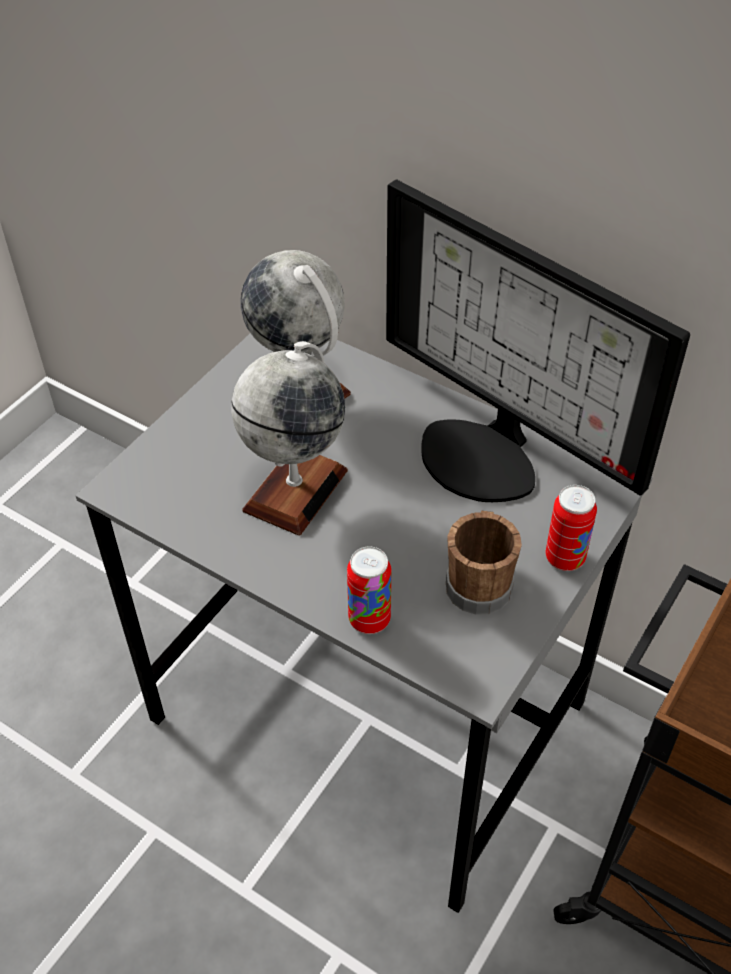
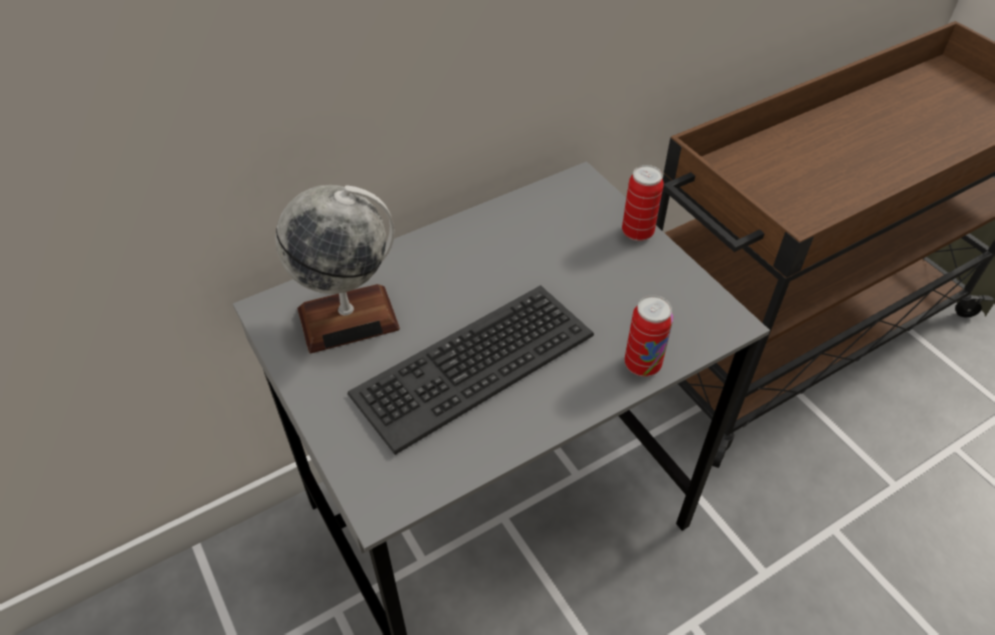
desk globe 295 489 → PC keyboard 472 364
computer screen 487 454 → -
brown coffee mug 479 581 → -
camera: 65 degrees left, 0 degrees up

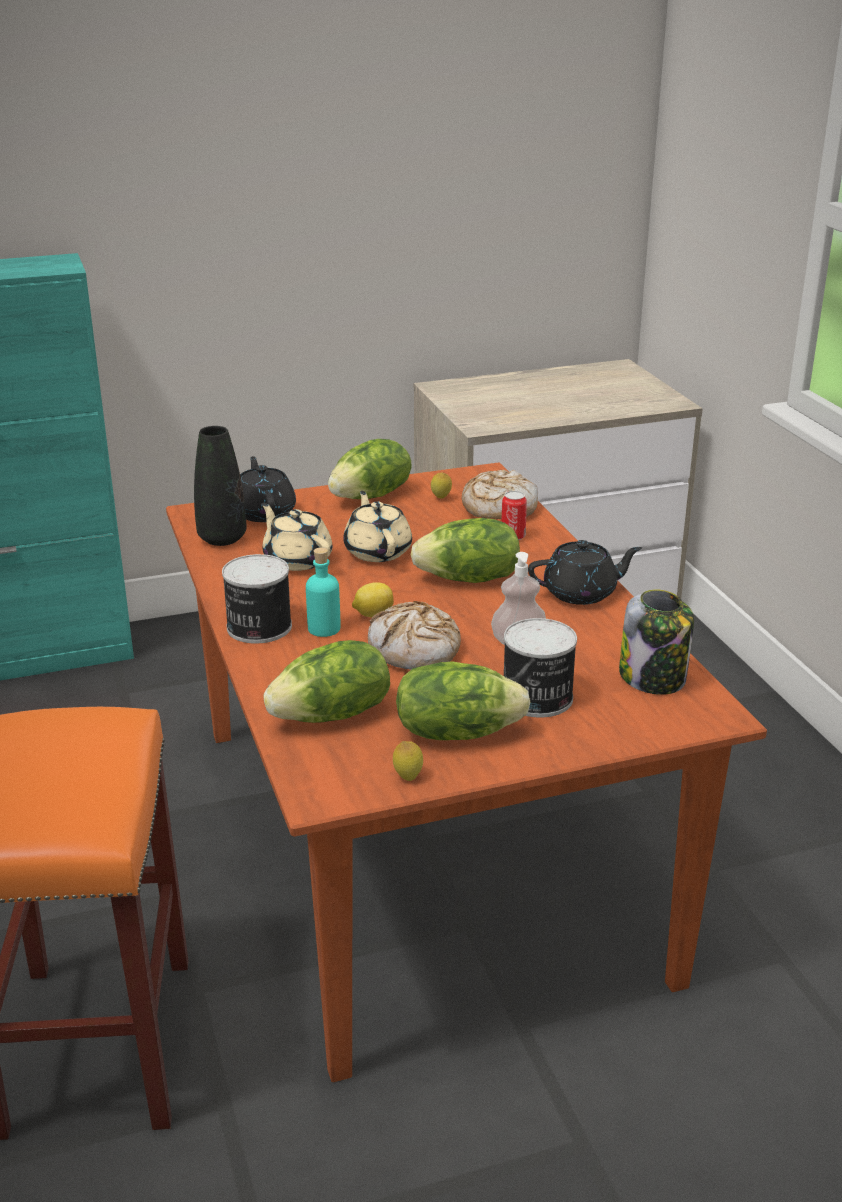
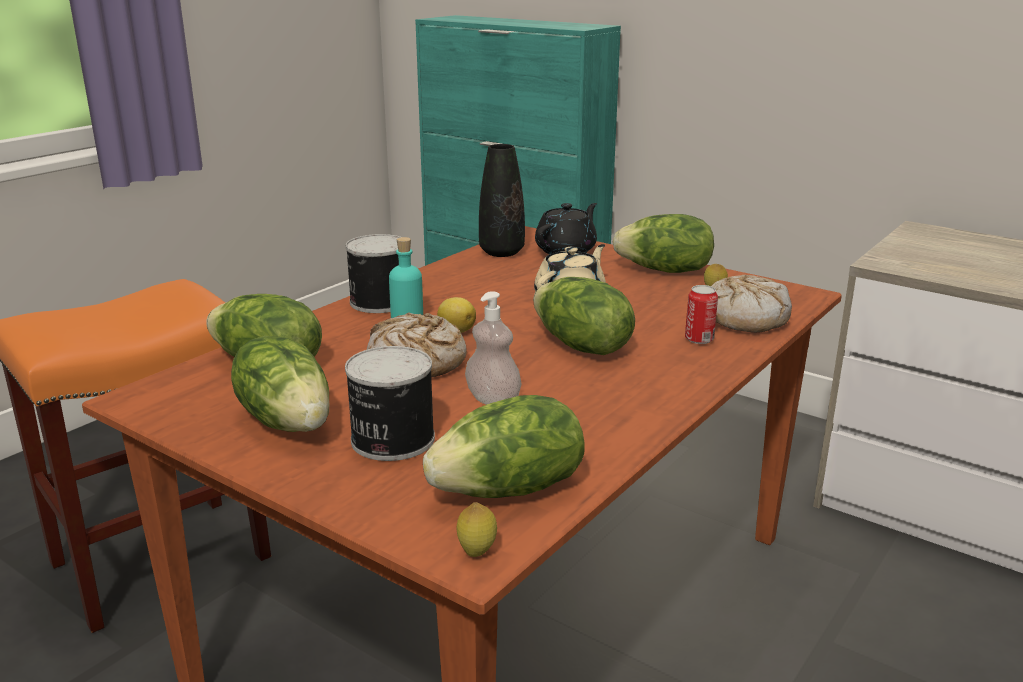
sand-coloured tea pot 297 559 → -
lemon 408 777 → lemon 477 552, move
blackish tea pot 581 593 → -
preserve jar 653 678 → lettuce head 510 490
camera: 55 degrees right, 5 degrees down

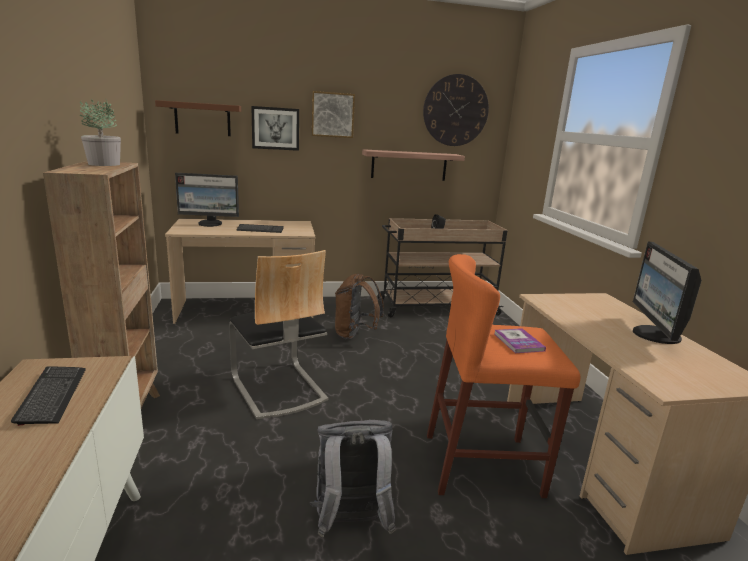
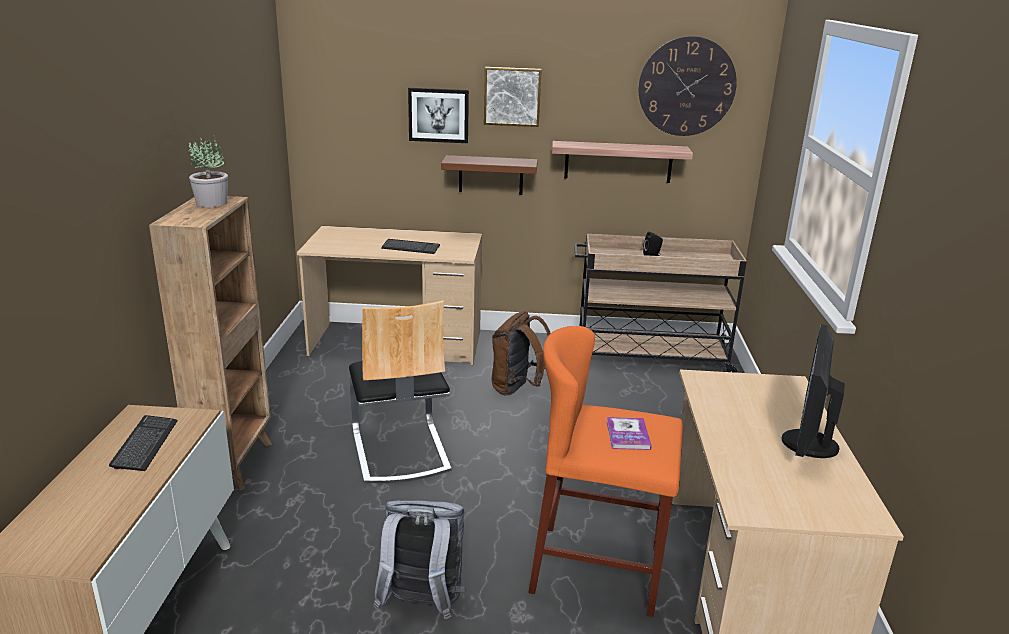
brown shelf 202 119 → brown shelf 491 175, move
computer screen 210 224 → -
camera: 15 degrees right, 5 degrees up

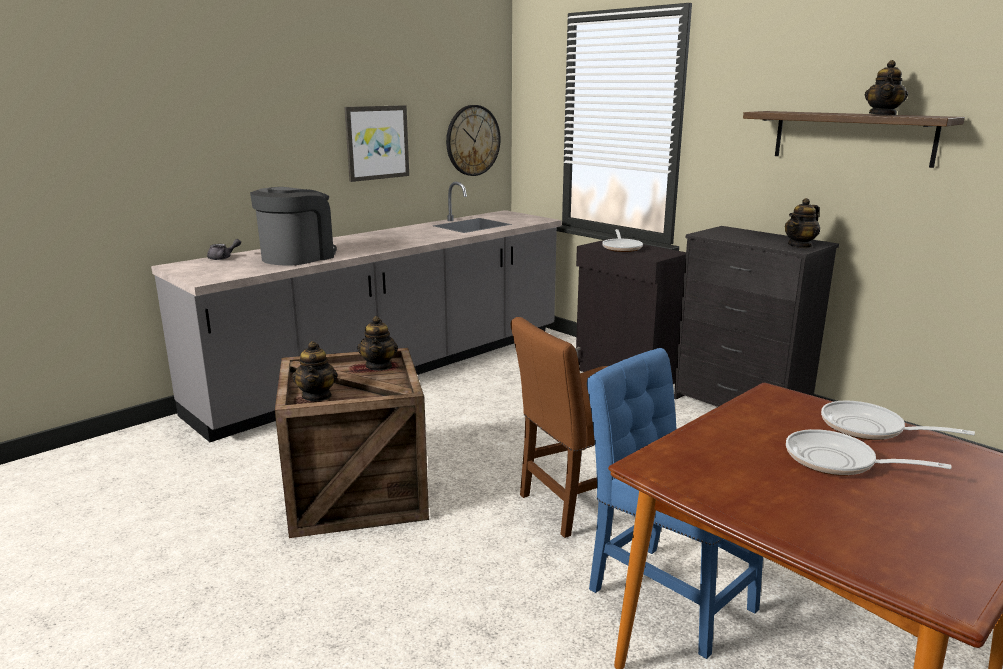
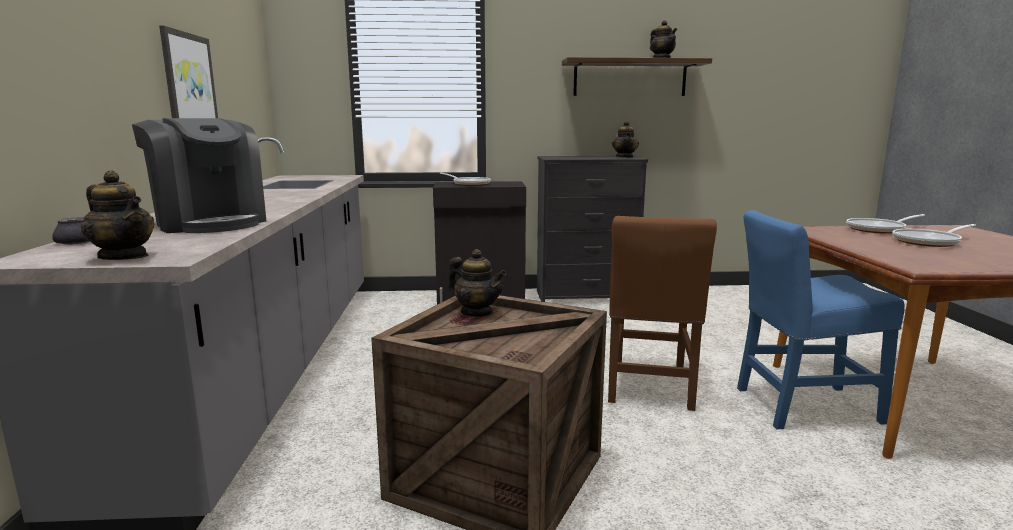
coffee brewer 298 257 → coffee brewer 209 223, 150 degrees clockwise
tea pot 317 396 → tea pot 124 257, move
clock on the wall 472 140 → -
camera: 50 degrees left, 5 degrees down

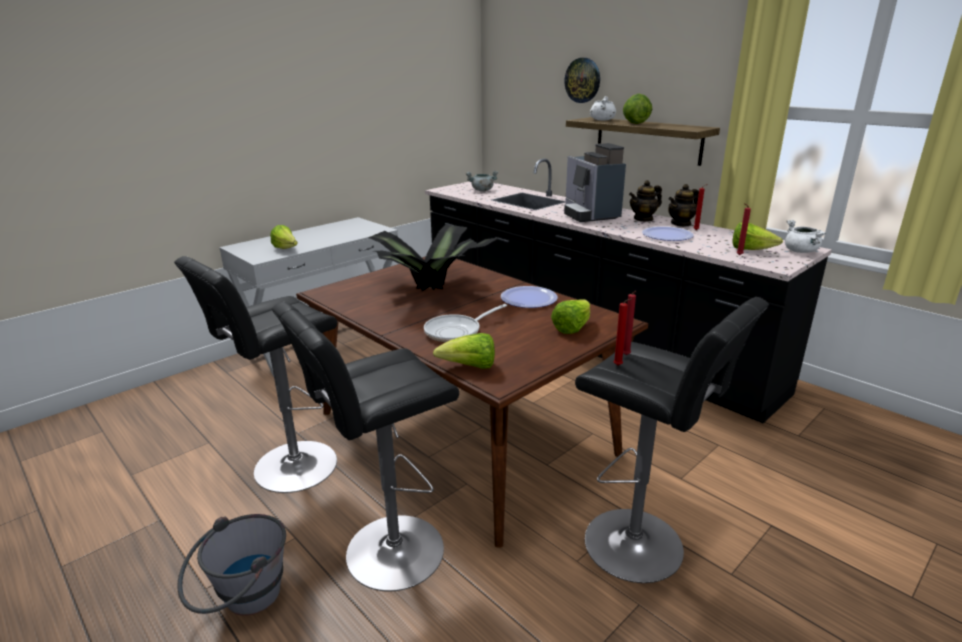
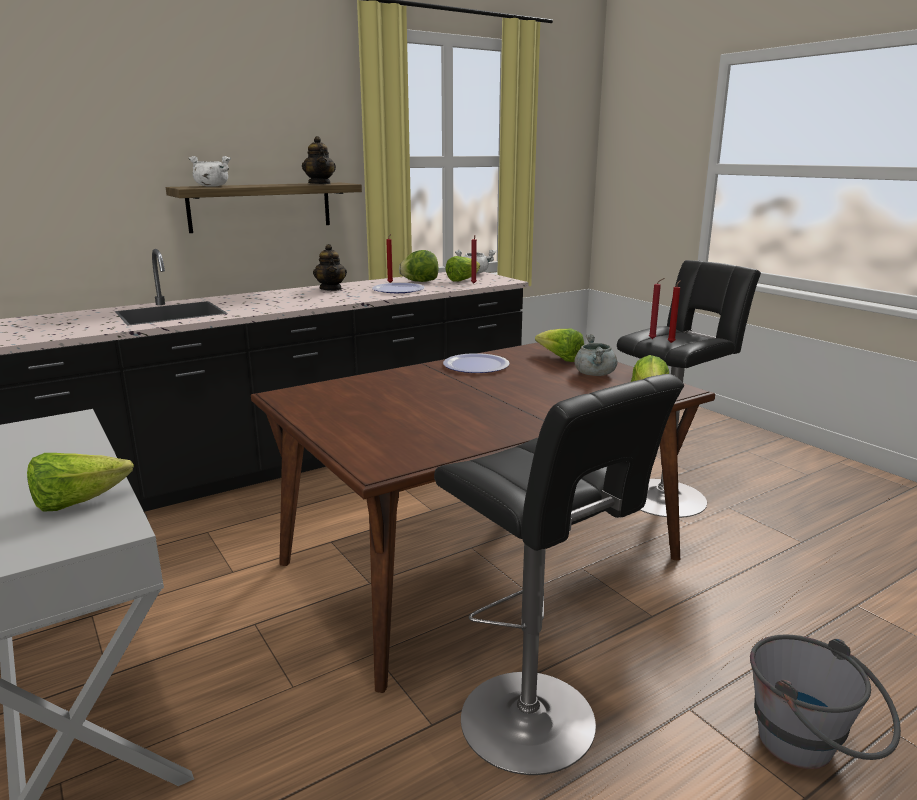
blackish sitting stool 388 554 → -
plant in a pot 432 289 → -
skillet 457 332 → -
gray stockpot 482 190 → gray stockpot 595 374, move
clock on the wall 582 80 → -
coffee brewer 589 215 → -
lettuce head 635 123 → lettuce head 420 281, move
tea pot 681 224 → tea pot 320 184, move
camera: 80 degrees left, 5 degrees down

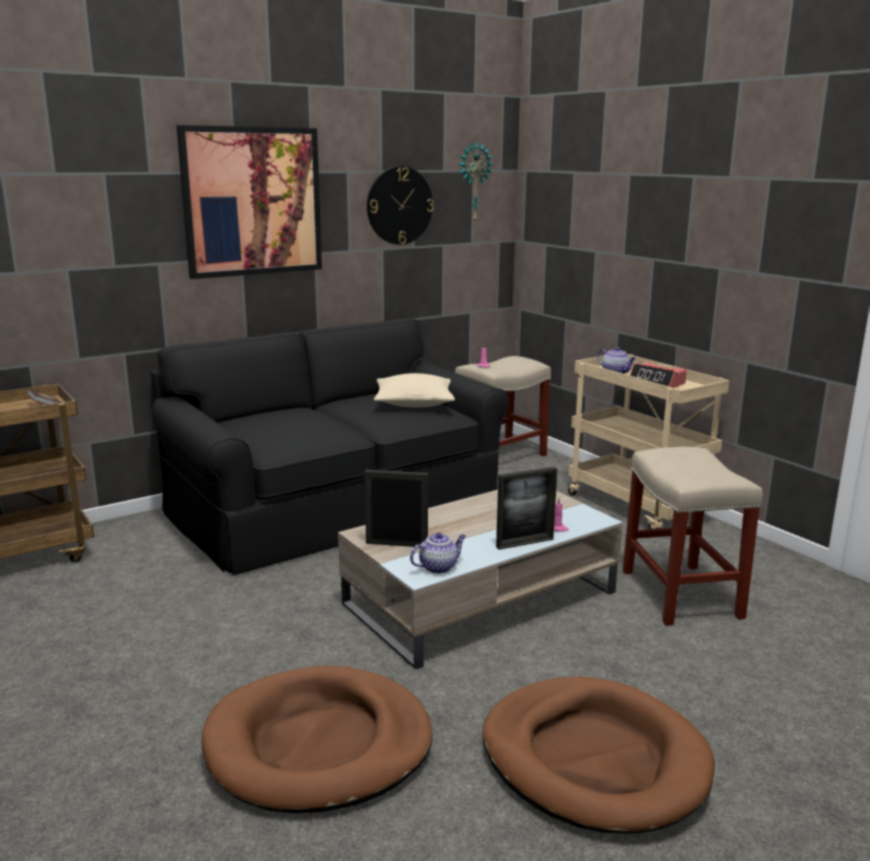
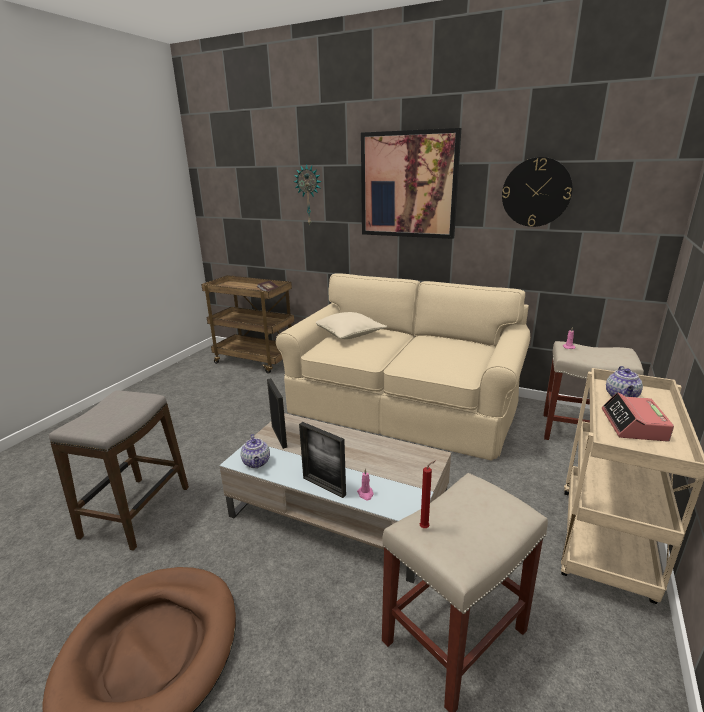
blackish settee 336 505 → sand-coloured settee 403 405
brown dog cushion 318 745 → sitting stool 137 512
sand-coloured pillow 414 403 → sand-coloured pillow 349 334, move
tea pot 438 567 → tea pot 257 463, 45 degrees clockwise
clock on the wall 473 182 → clock on the wall 309 195, move
- → red-coloured candle 425 527
camera: 60 degrees right, 5 degrees up

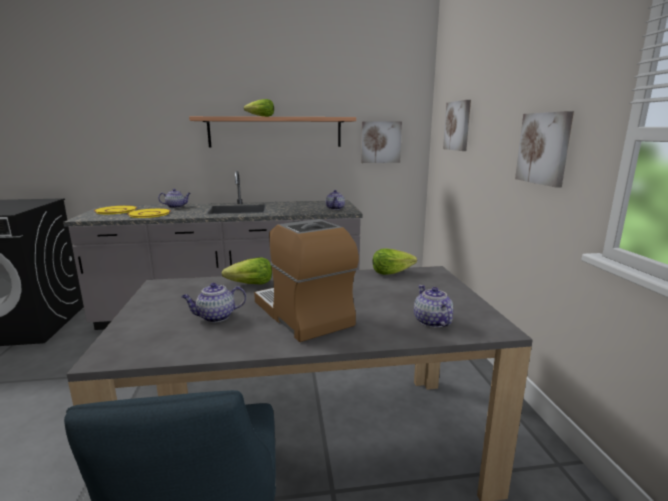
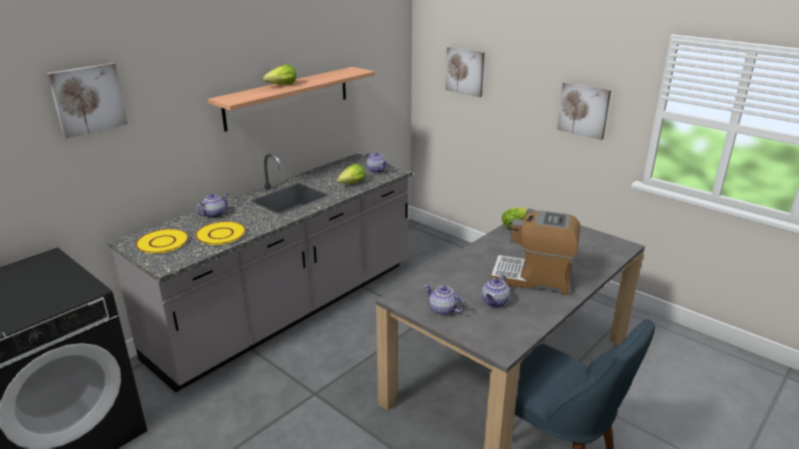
lettuce head 250 284 → lettuce head 352 183, move
wall picture 380 142 → wall picture 88 99, move
tea pot 432 322 → tea pot 443 310, move
camera: 40 degrees left, 10 degrees up

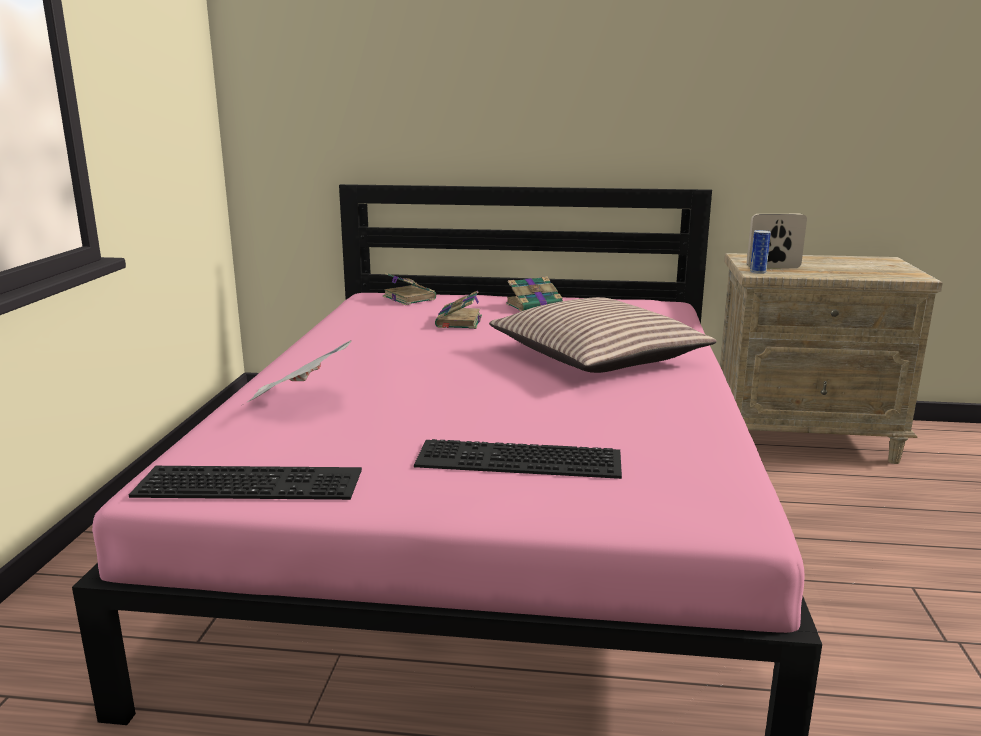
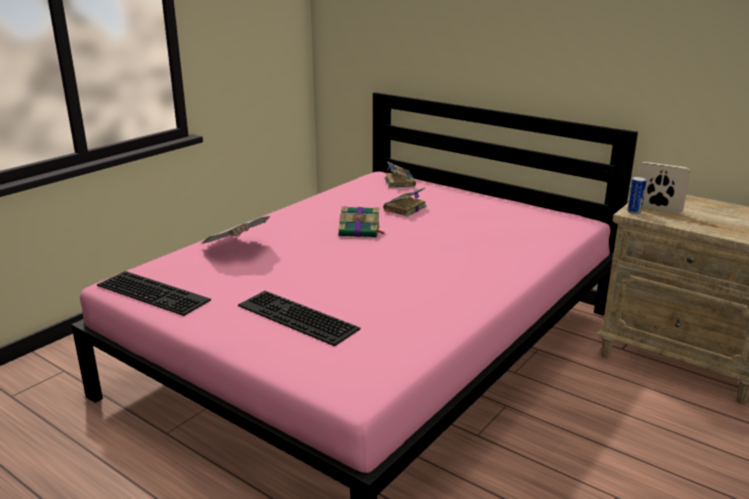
pillow 598 356 → -
bound book 535 305 → bound book 360 231, move
camera: 30 degrees right, 5 degrees up

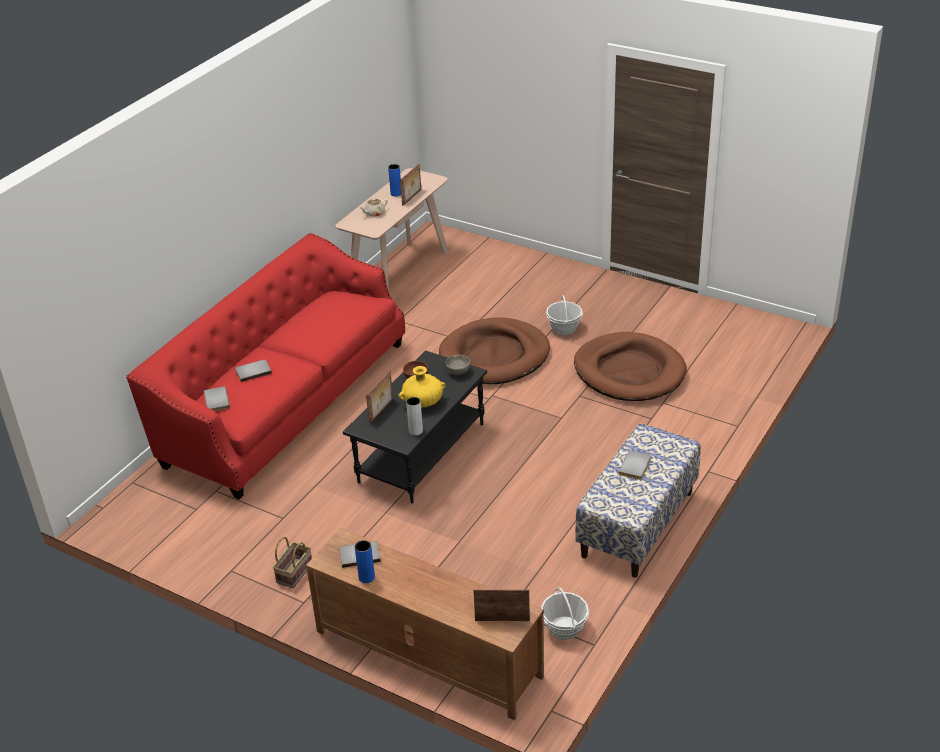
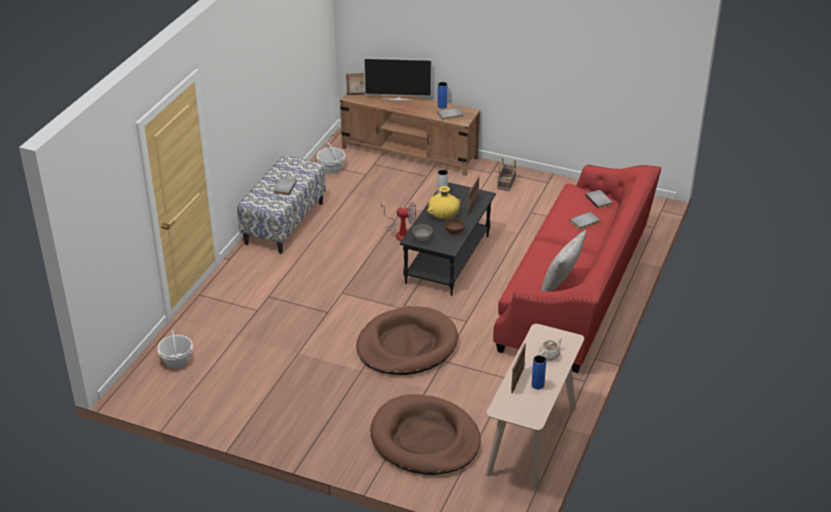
household basket 564 328 → household basket 177 361, move
brown dog cushion 629 371 → brown dog cushion 425 439, move
- → TV 398 99
- → cooling fan 400 233
- → gray pillow 560 284
camera: 170 degrees right, 0 degrees up

